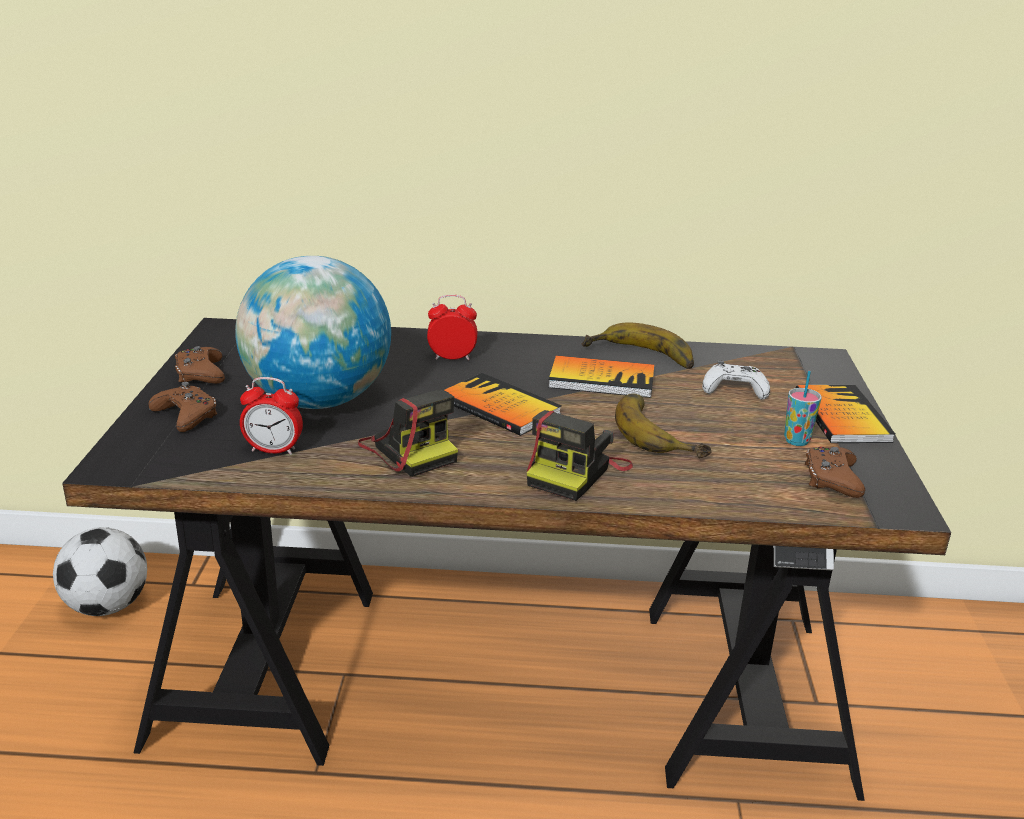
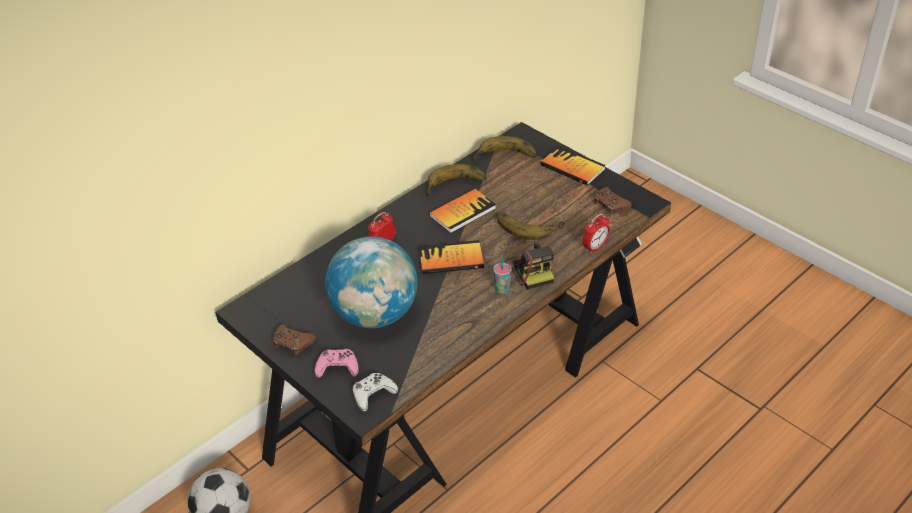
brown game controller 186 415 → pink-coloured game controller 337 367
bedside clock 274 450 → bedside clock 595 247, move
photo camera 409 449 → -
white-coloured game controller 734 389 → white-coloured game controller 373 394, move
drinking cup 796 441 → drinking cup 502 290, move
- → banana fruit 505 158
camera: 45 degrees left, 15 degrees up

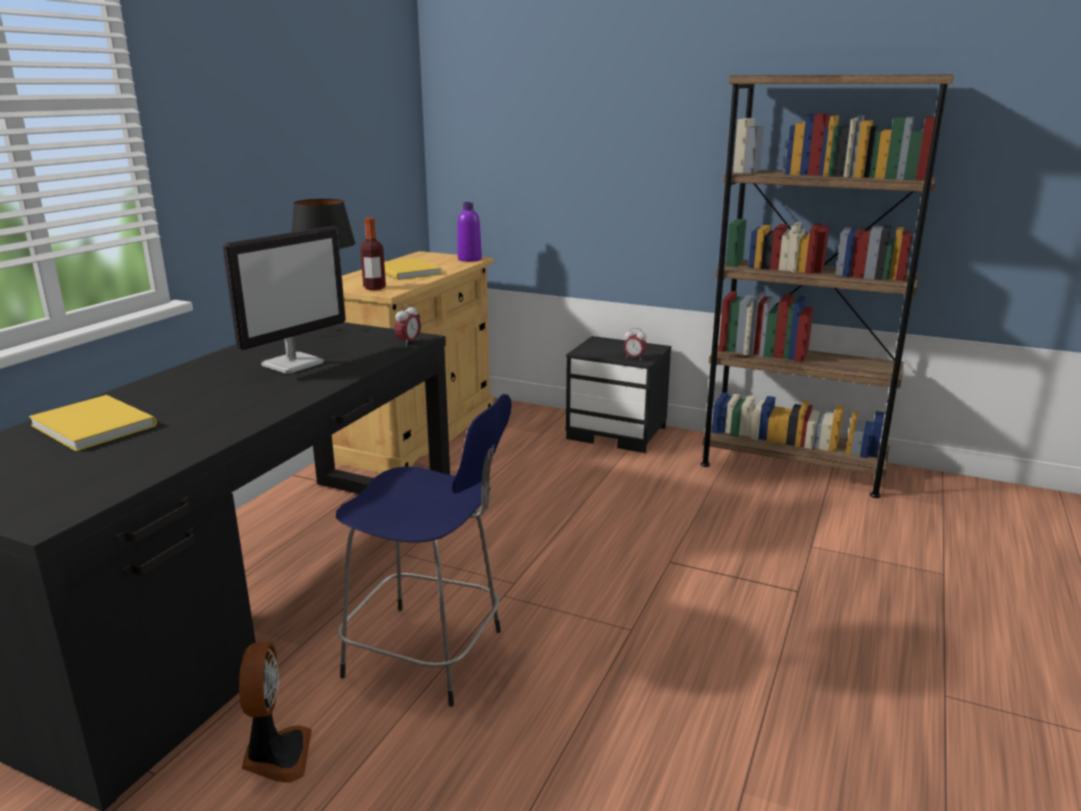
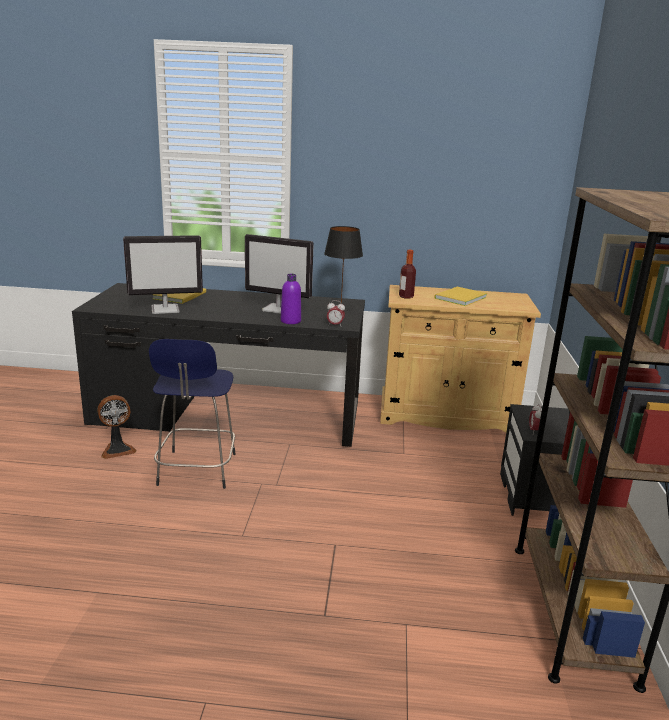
purple-coloured drink bottle 469 259 → purple-coloured drink bottle 290 321, move
- → computer screen 166 309
camera: 70 degrees right, 0 degrees up

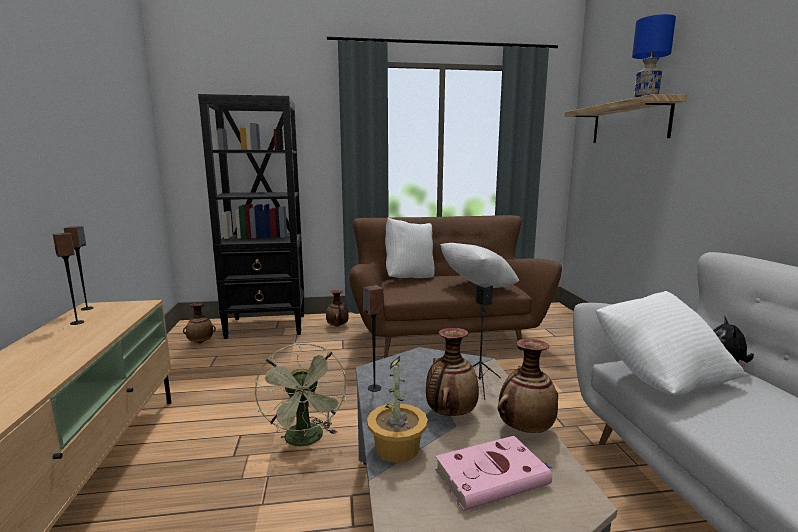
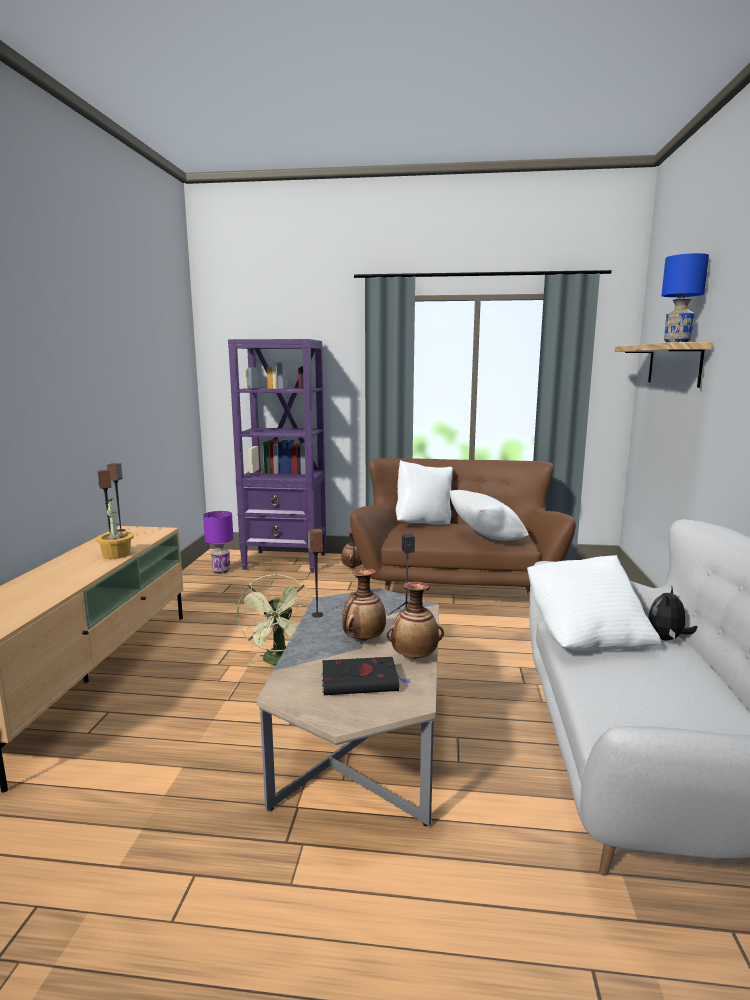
vase 201 342 → purple-coloured tabletop lamp 221 571
blackish shelving unit 267 326 → purple-coloured shelving unit 286 561
plant in a pot 398 449 → plant in a pot 117 555, move
pink-coloured bound book 494 476 → blackish bound book 362 681
camera: 15 degrees right, 0 degrees up

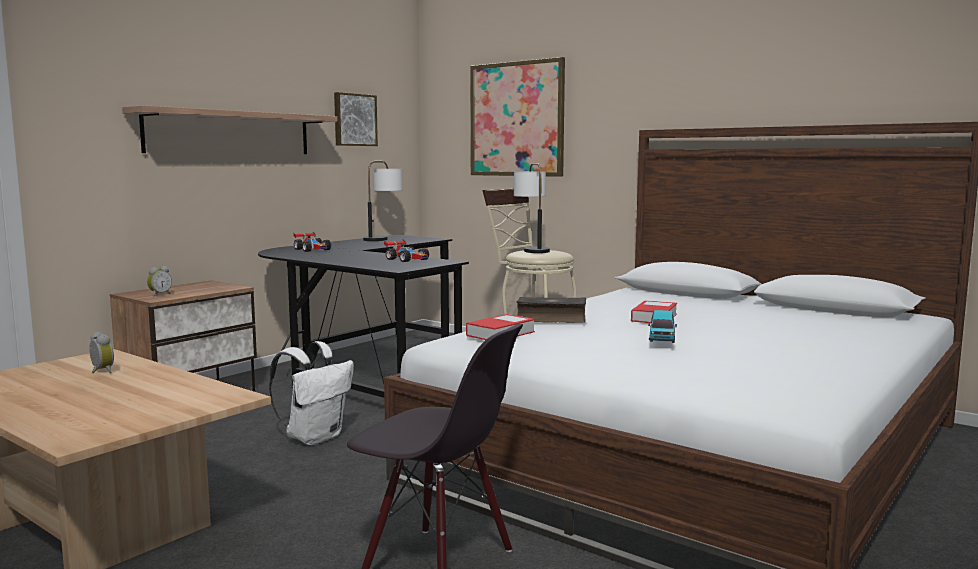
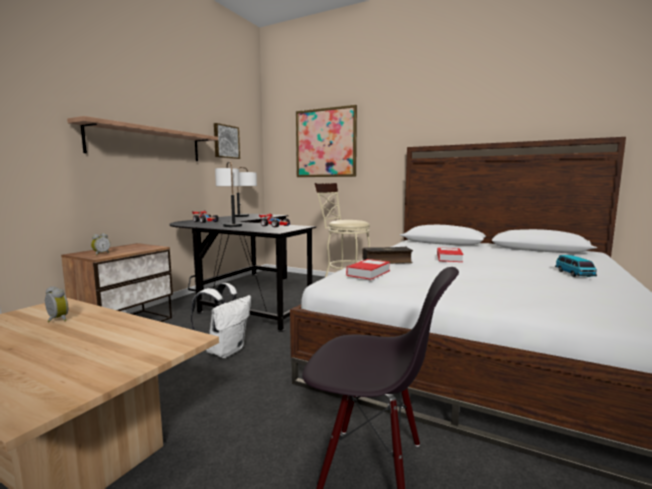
tabletop lamp 532 249 → tabletop lamp 230 225, move
miniature car 661 338 → miniature car 574 274, move
camera: 10 degrees left, 0 degrees up

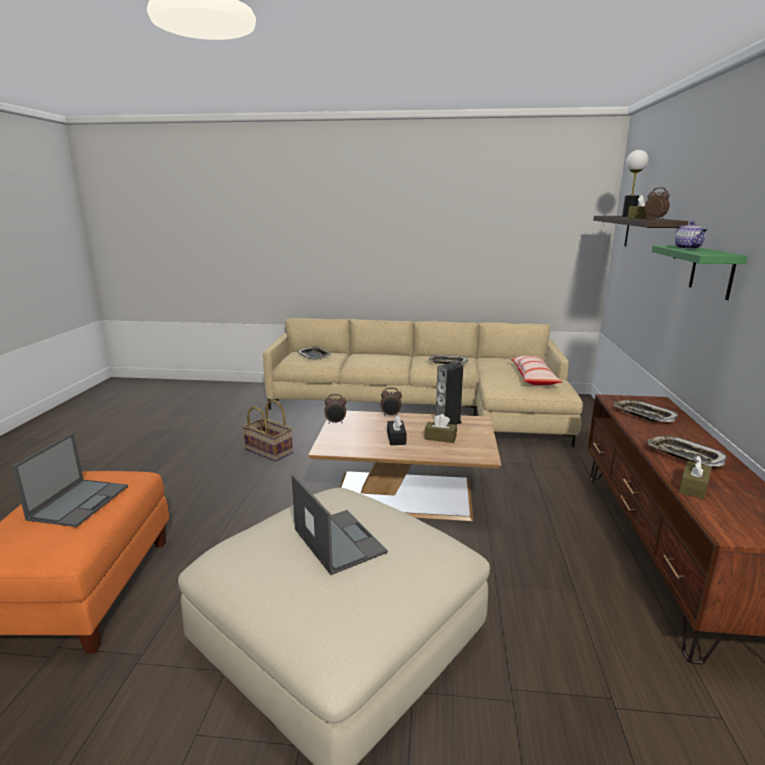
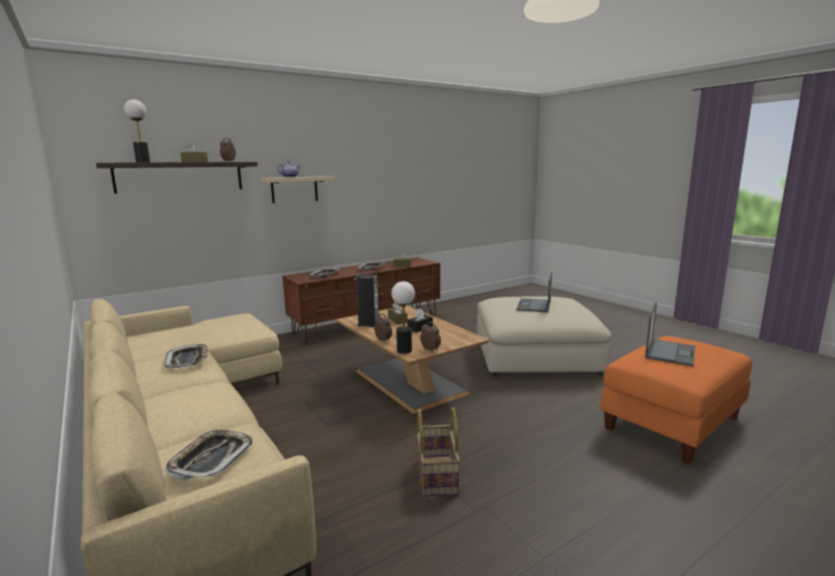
portable computer 80 502 → portable computer 670 352, 150 degrees clockwise
pillow 533 378 → -
greenish shelf 712 271 → sand-coloured shelf 294 189
- → tabletop lamp 404 350
camera: 130 degrees left, 5 degrees down

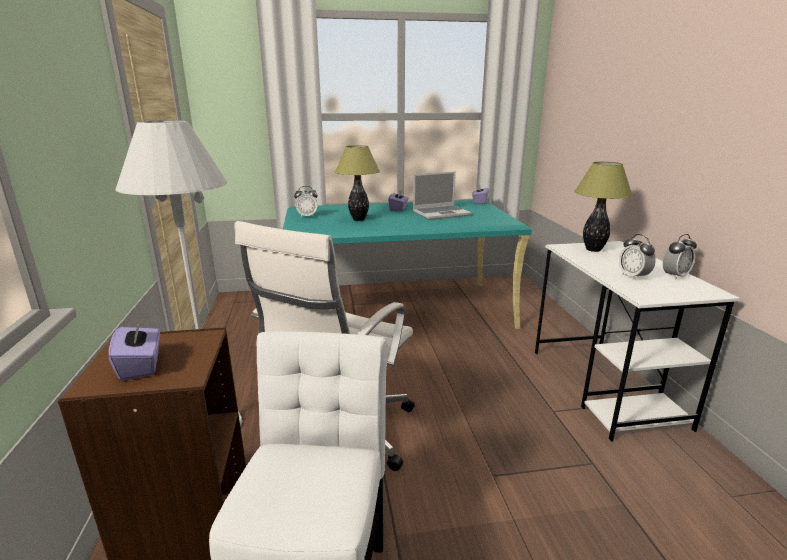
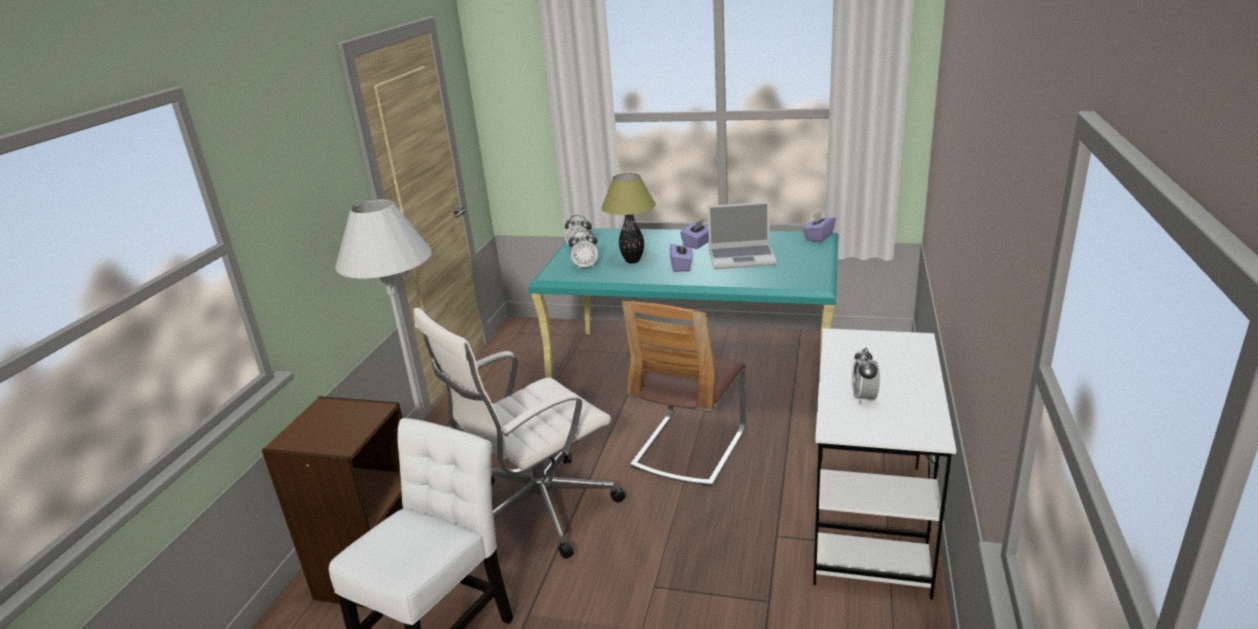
purple-coloured tissue holder 141 366 → purple-coloured tissue holder 681 266, move
tabletop lamp 593 249 → -
bedside clock 675 276 → bedside clock 585 266, move
- → plain chair 689 448
camera: 25 degrees right, 5 degrees up

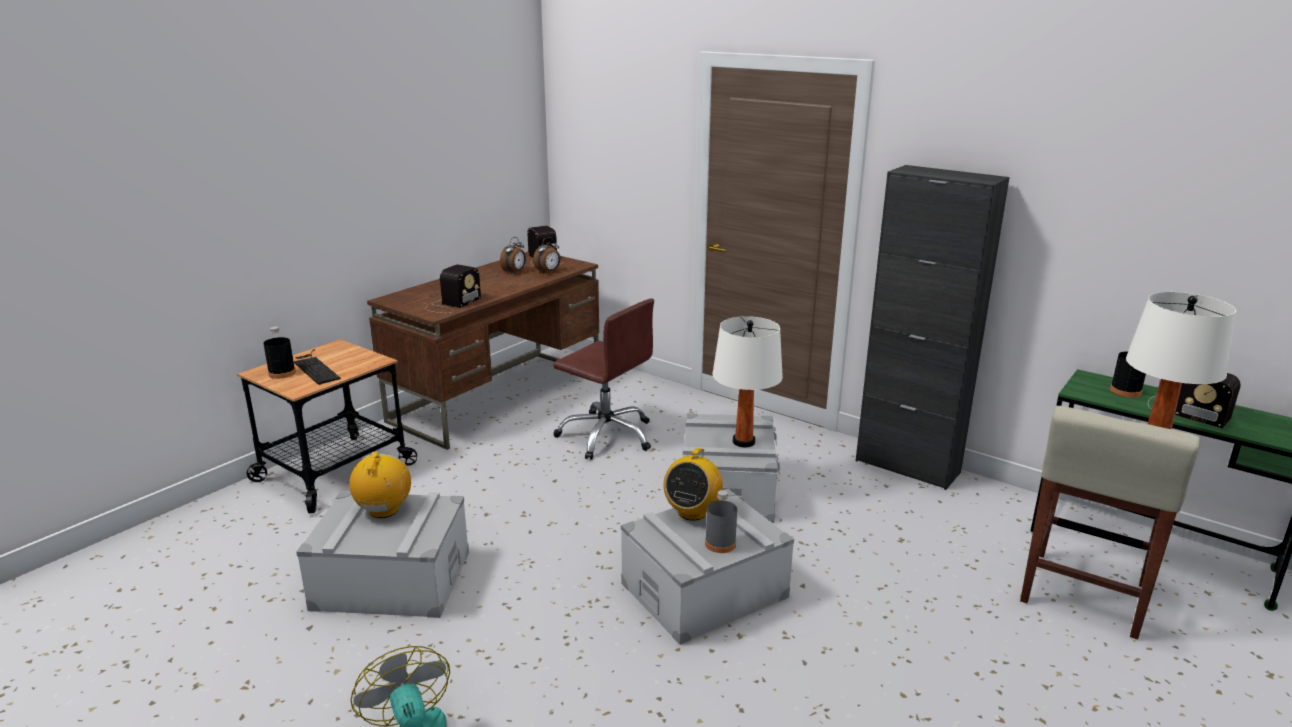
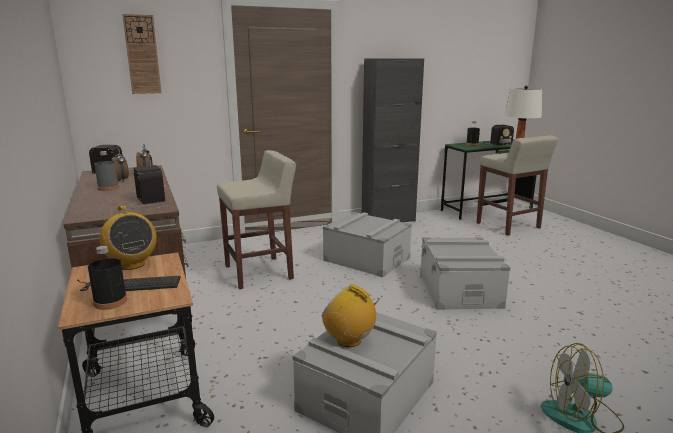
brown desk chair 606 435 → sand-coloured sitting stool 260 272
radio receiver 692 512 → radio receiver 131 264, move
gray drink bottle 720 544 → gray drink bottle 108 188, move
white-coloured tabletop lamp 743 442 → -
- → clock on the wall 142 55
camera: 60 degrees left, 5 degrees down

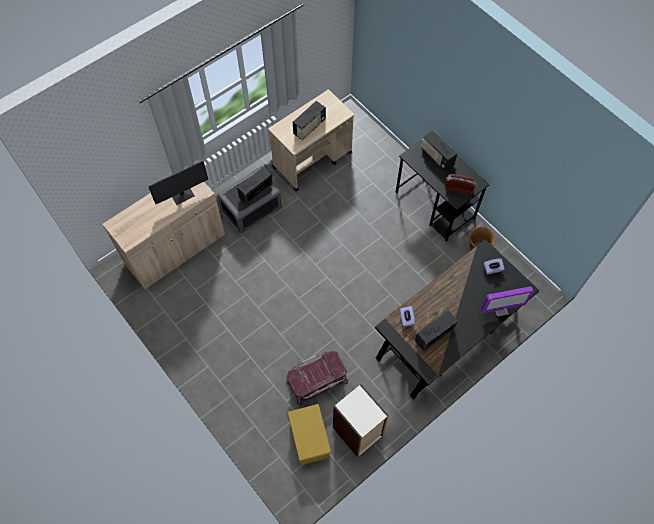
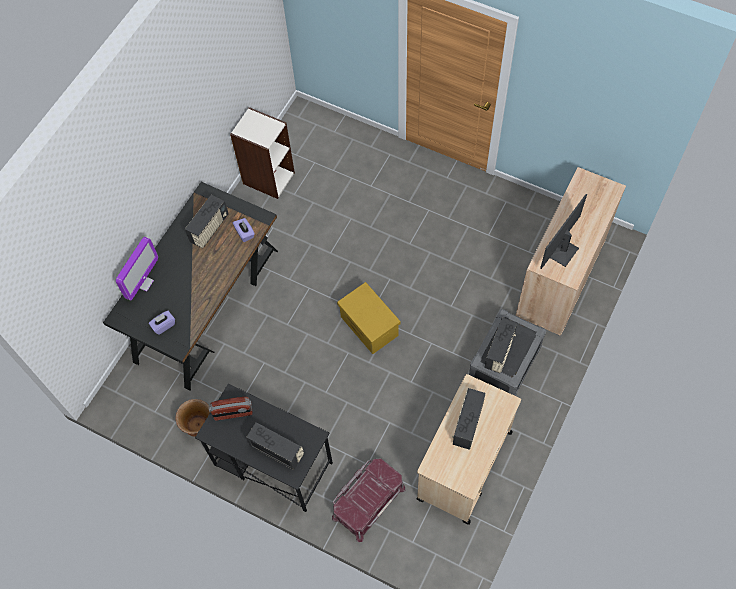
red-coloured storage box 317 382 → red-coloured storage box 368 502, move
yellowish storage box 310 439 → yellowish storage box 368 326, move
computer screen 500 309 → computer screen 143 283, 150 degrees clockwise
camera: 160 degrees right, 0 degrees up

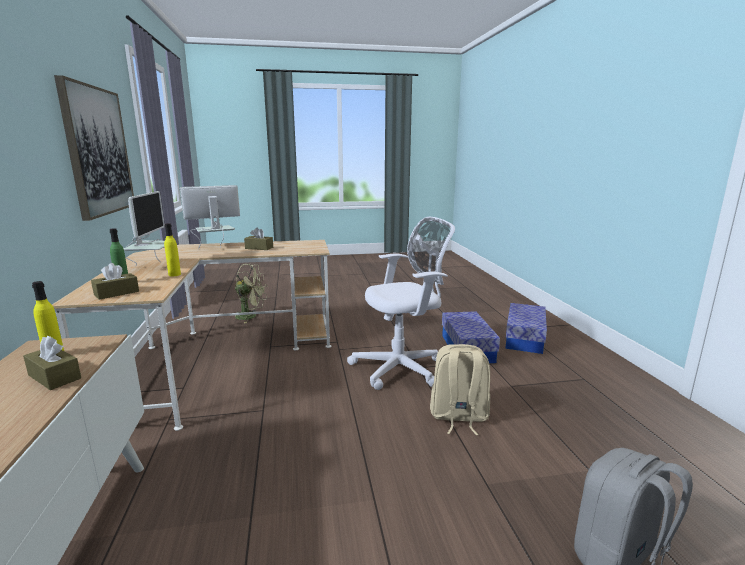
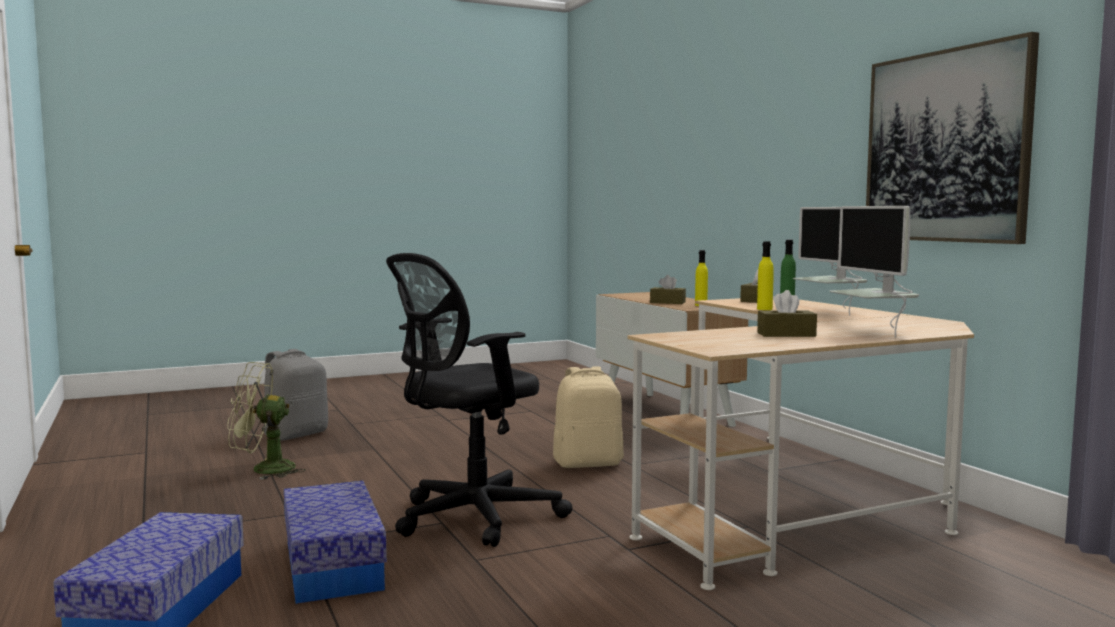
computer screen 216 247 → computer screen 873 332, 120 degrees clockwise
greenish cooling fan 251 316 → greenish cooling fan 263 470, move
white-coloured desk chair 402 368 → blackish desk chair 470 518
sand-coloured backpack 458 417 → sand-coloured backpack 588 463, move
camera: 165 degrees right, 10 degrees down

